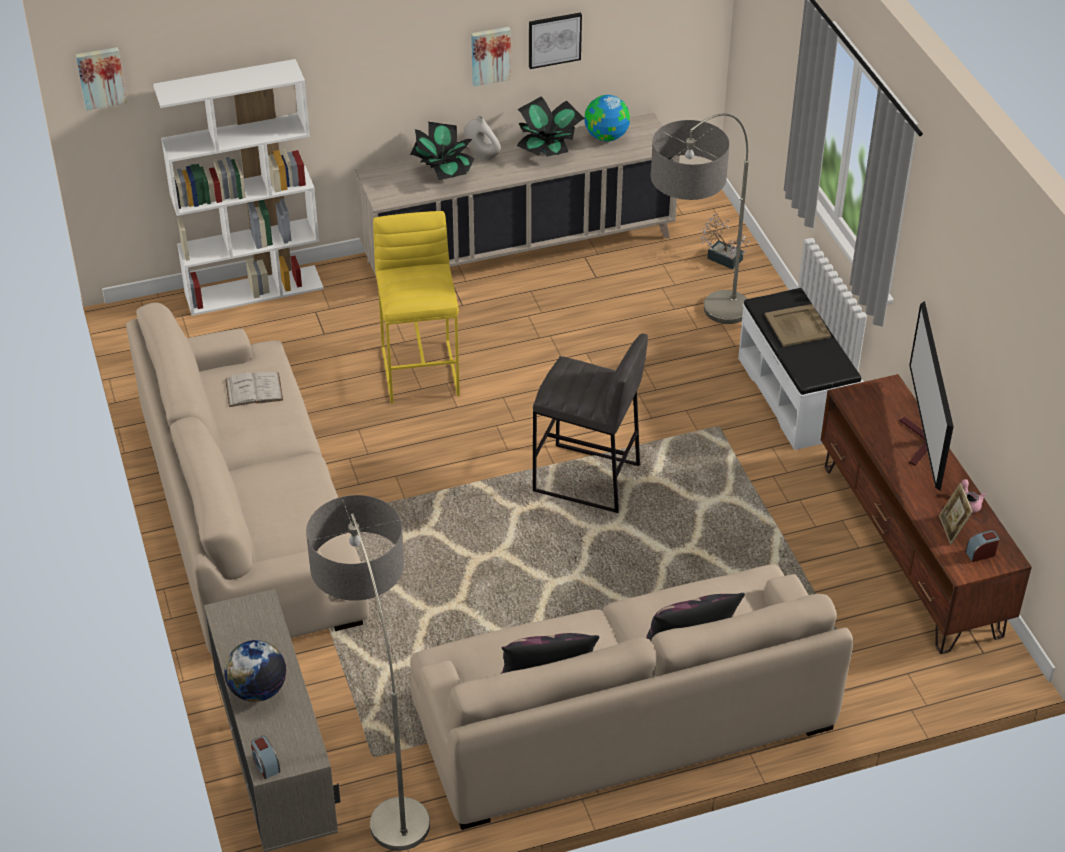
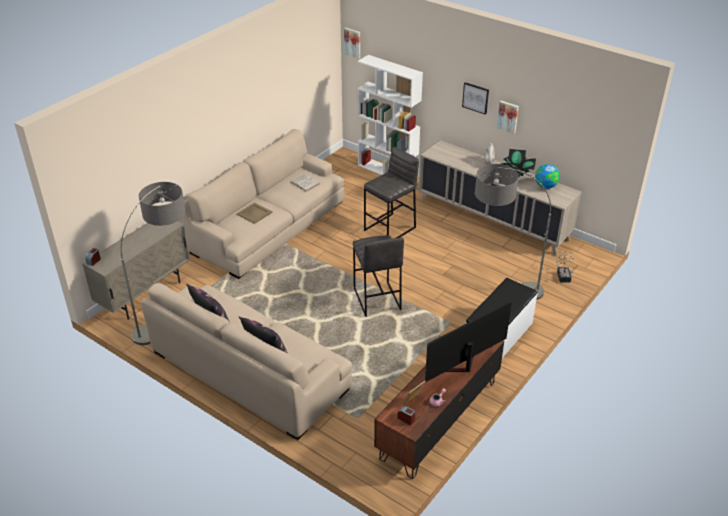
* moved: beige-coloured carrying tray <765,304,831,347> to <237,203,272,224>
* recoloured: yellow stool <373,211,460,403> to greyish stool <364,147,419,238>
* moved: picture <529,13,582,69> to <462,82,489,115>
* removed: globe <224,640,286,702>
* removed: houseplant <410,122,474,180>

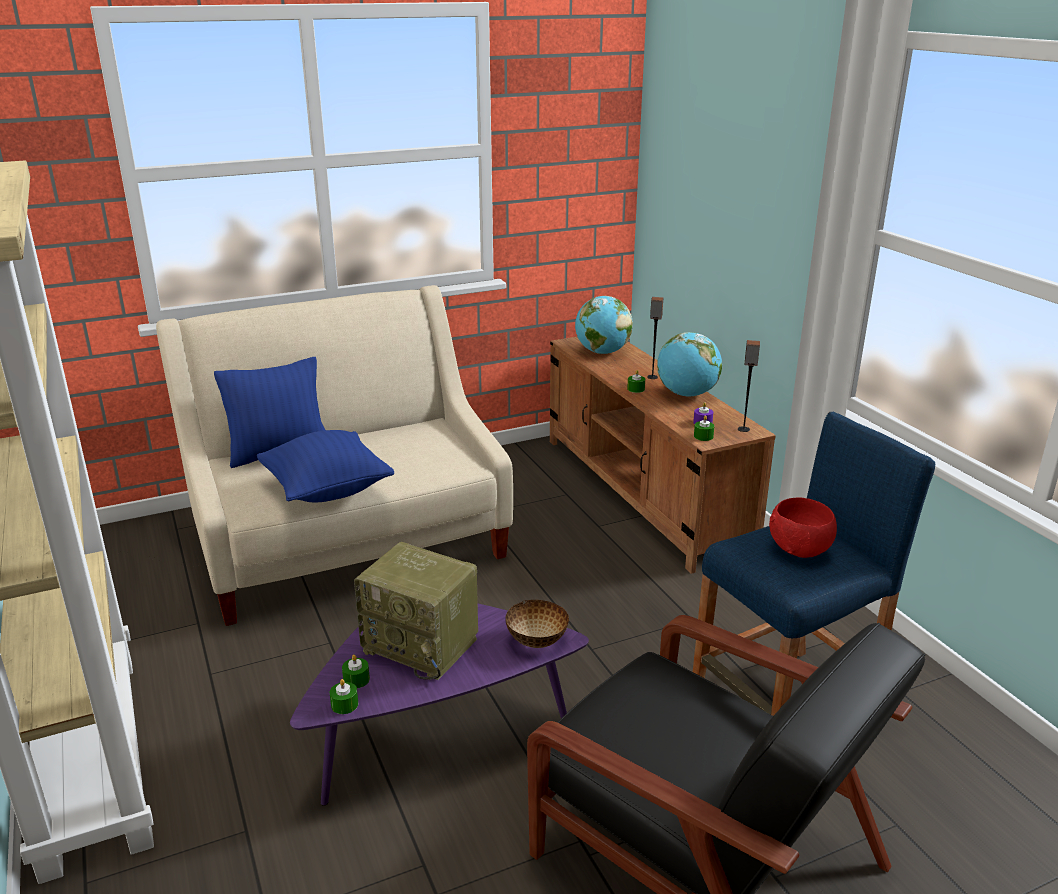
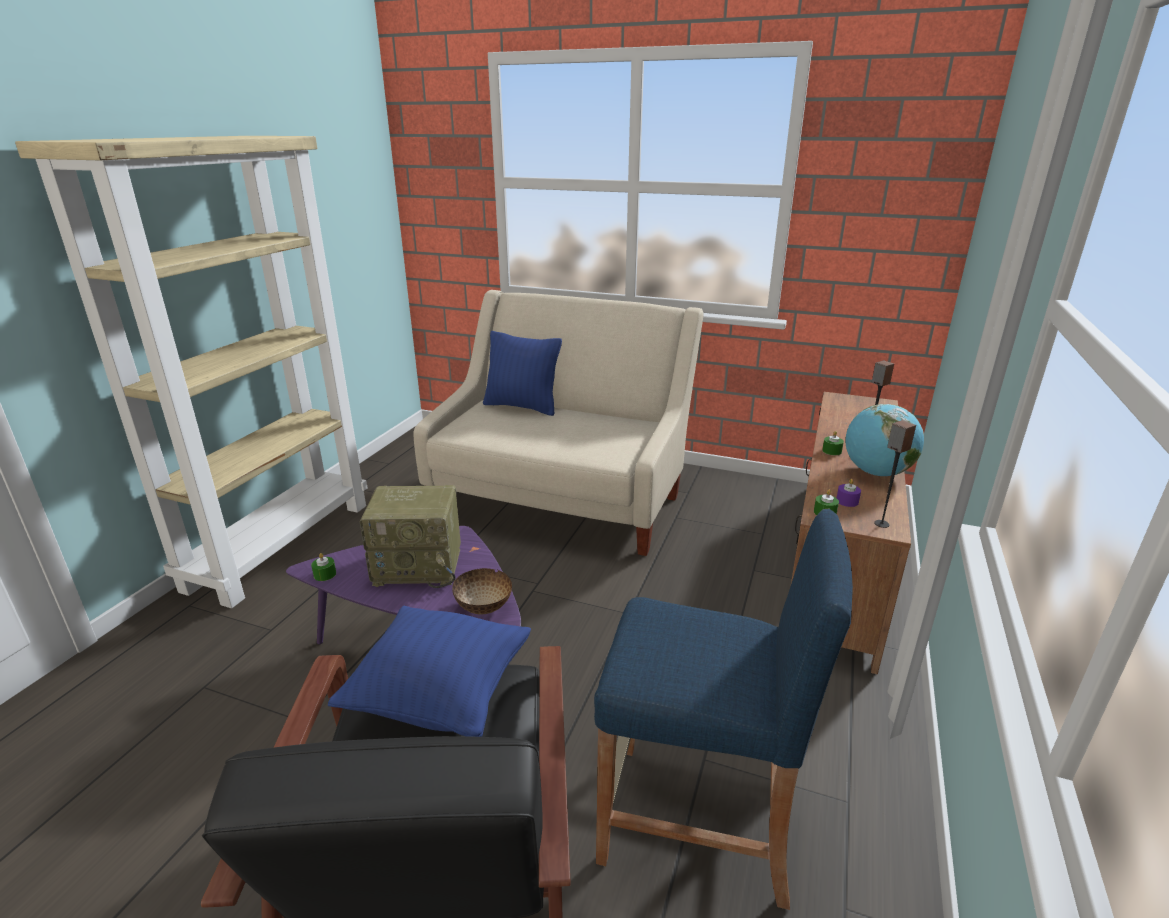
* moved: blue-coloured pillow <257,430,394,502> to <328,606,531,737>
* turned: radio <354,542,478,680> = <359,485,461,588> 75 degrees counterclockwise
* removed: green-coloured wax candle <342,655,370,688>
* removed: globe <575,296,633,354>
* removed: reddish serving bowl <769,497,837,558>

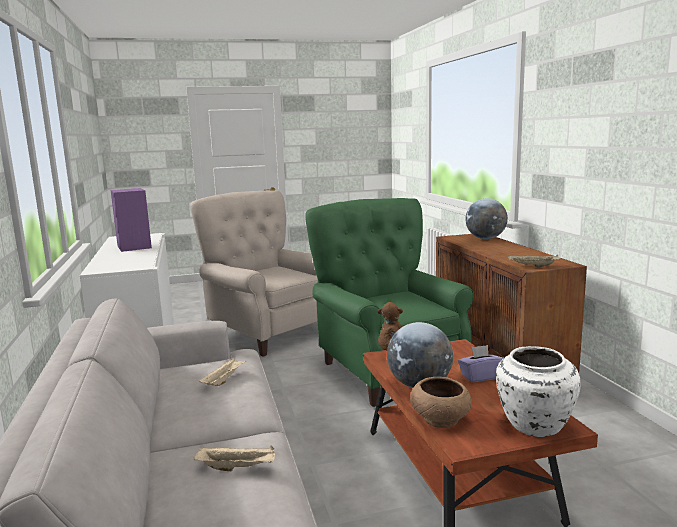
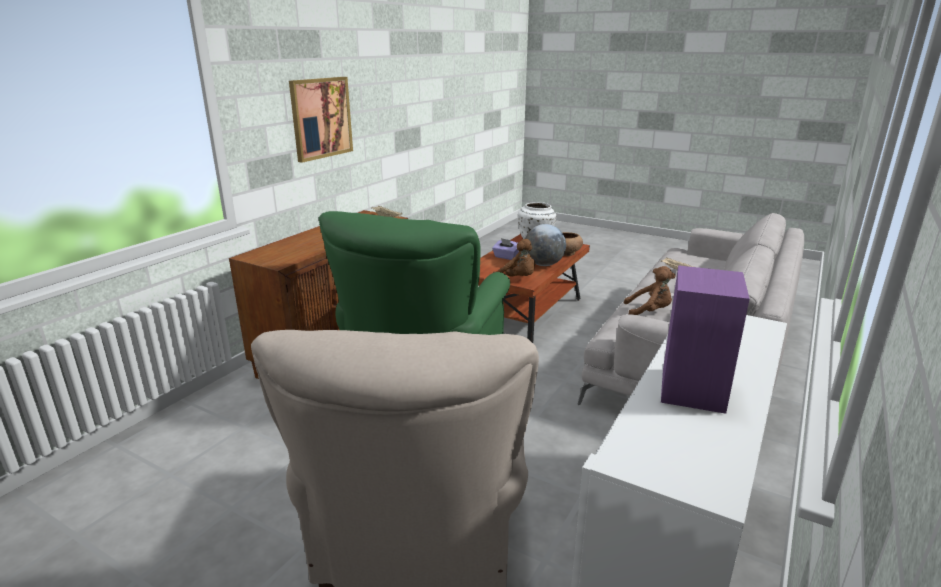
* added: picture <289,77,353,163>
* replaced: beige-coloured carrying tray <199,358,246,386> to brown-coloured cuddly toy <624,266,676,315>
* removed: globe <465,198,508,239>

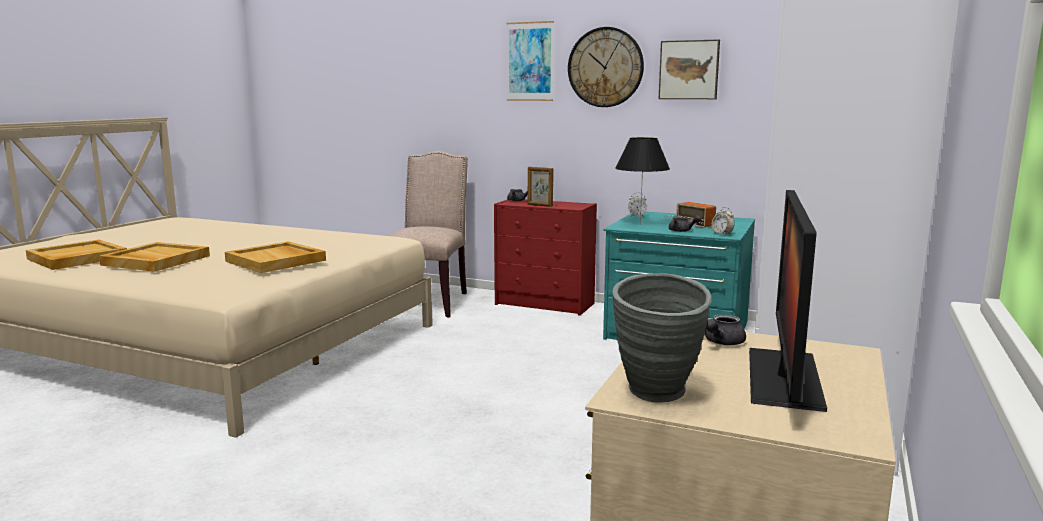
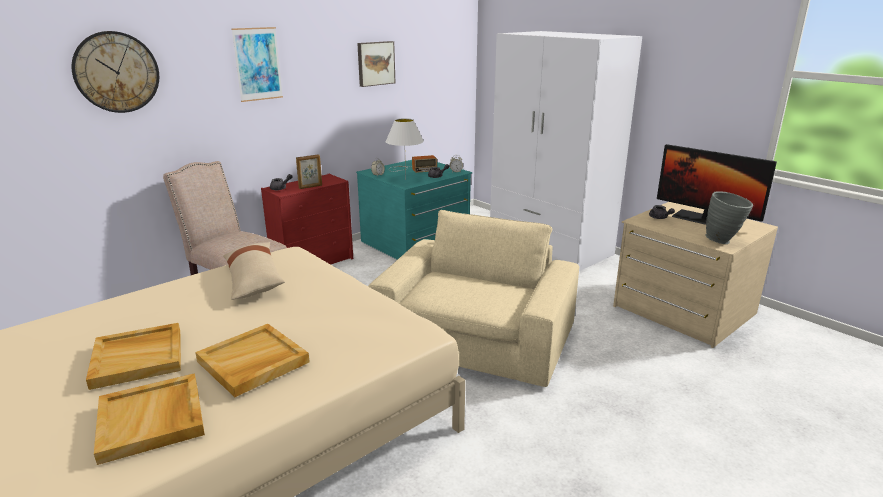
* moved: clock on the wall <568,27,644,107> to <71,31,159,113>
* moved: beige-coloured carrying tray <225,241,326,273> to <86,323,181,390>
* added: beige-coloured pillow <223,242,285,300>
* added: beige-coloured easy chair <368,210,579,387>
* recoloured: black lamp for a table <615,137,670,225> to whitish lamp for a table <385,118,424,180>

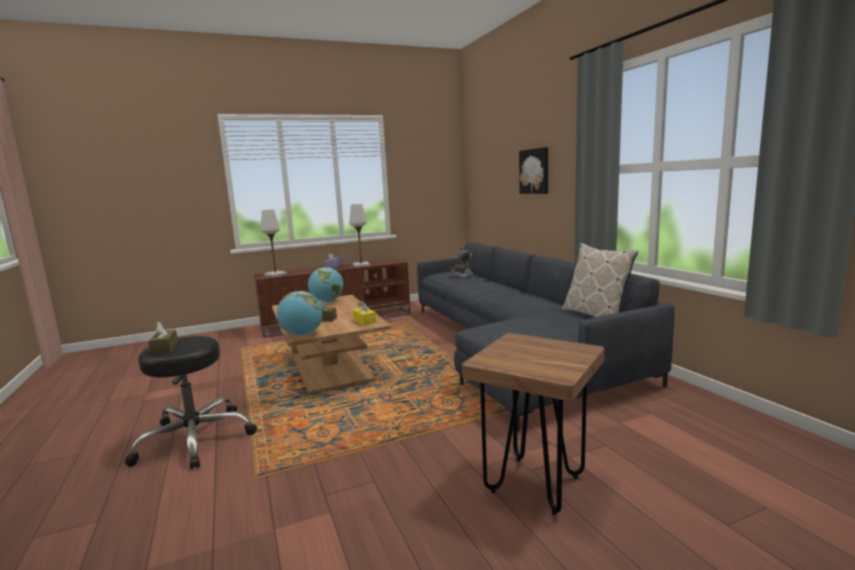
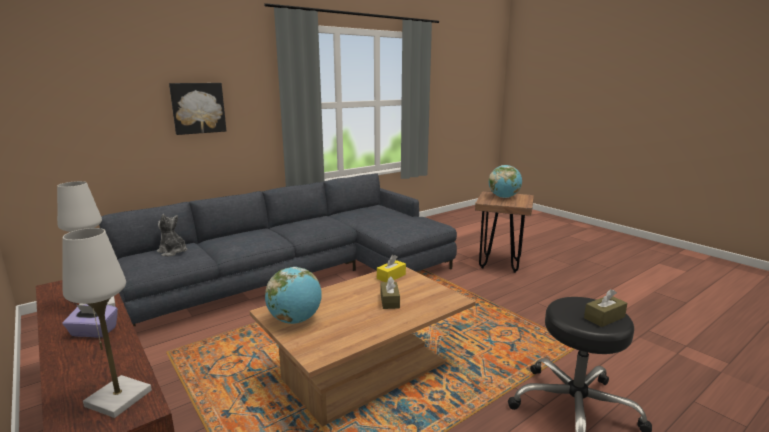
* moved: globe <277,291,323,336> to <489,165,522,198>
* removed: pillow <562,243,638,317>

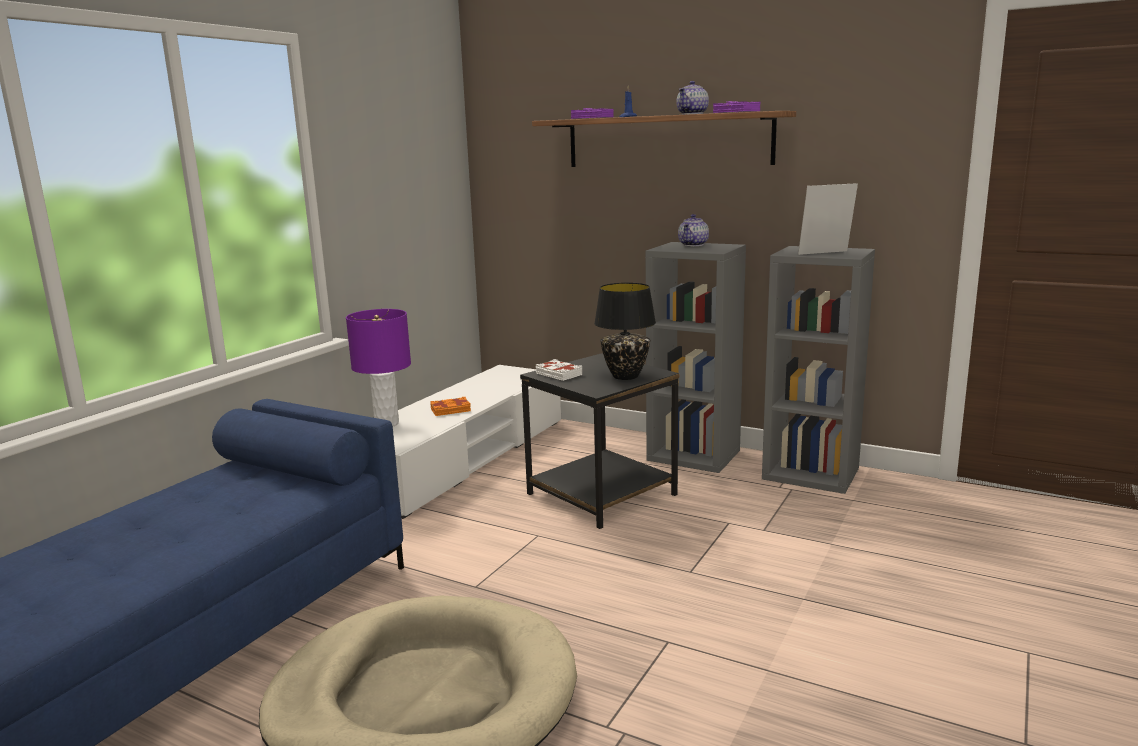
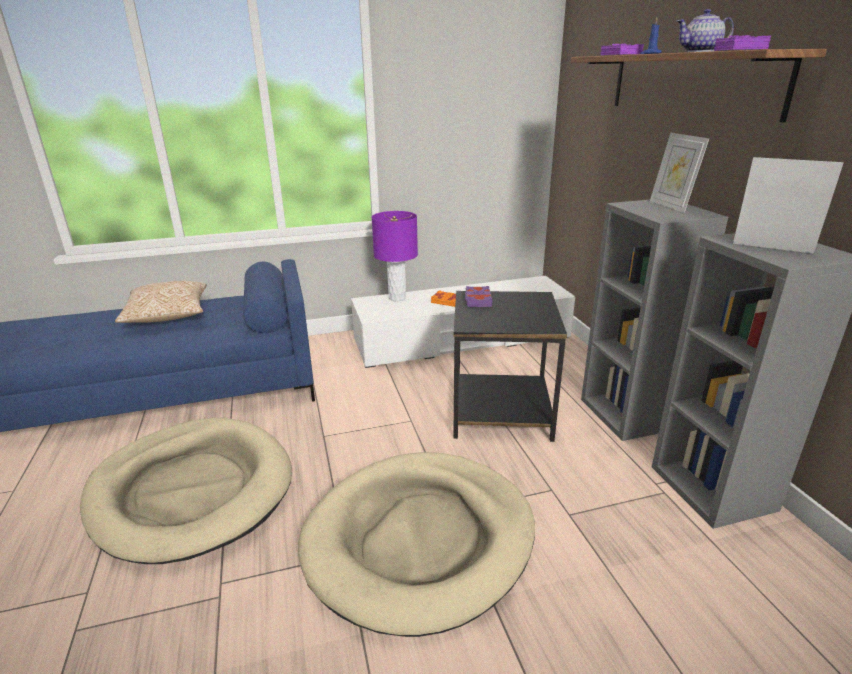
* added: pillow <115,281,207,323>
* added: beige-coloured dog bed <298,452,535,637>
* recoloured: whitish book <535,359,582,381> to purple-coloured book <465,286,492,307>
* replaced: teapot <678,214,709,246> to picture frame <650,133,709,213>
* removed: black lamp for a table <594,283,656,380>

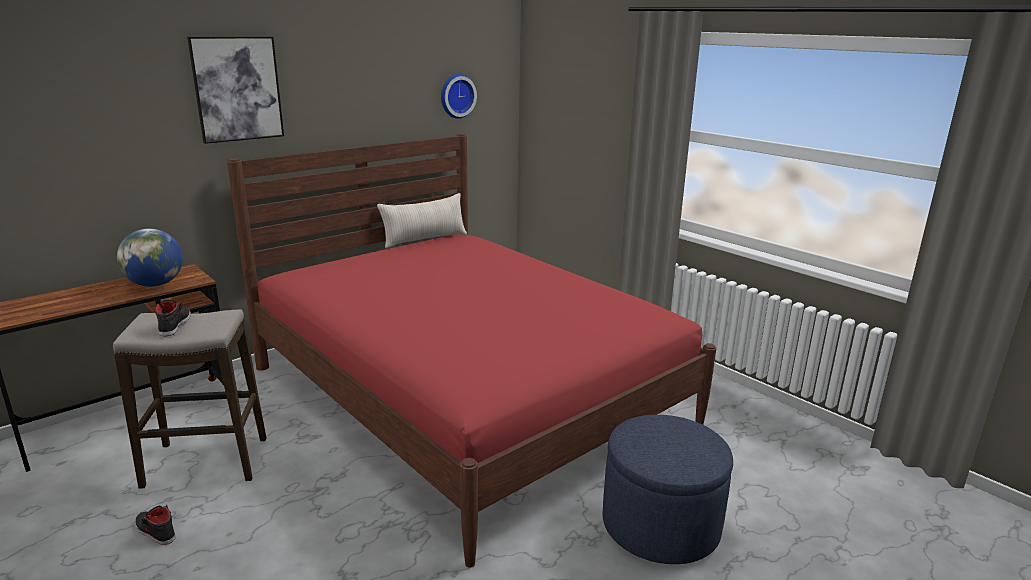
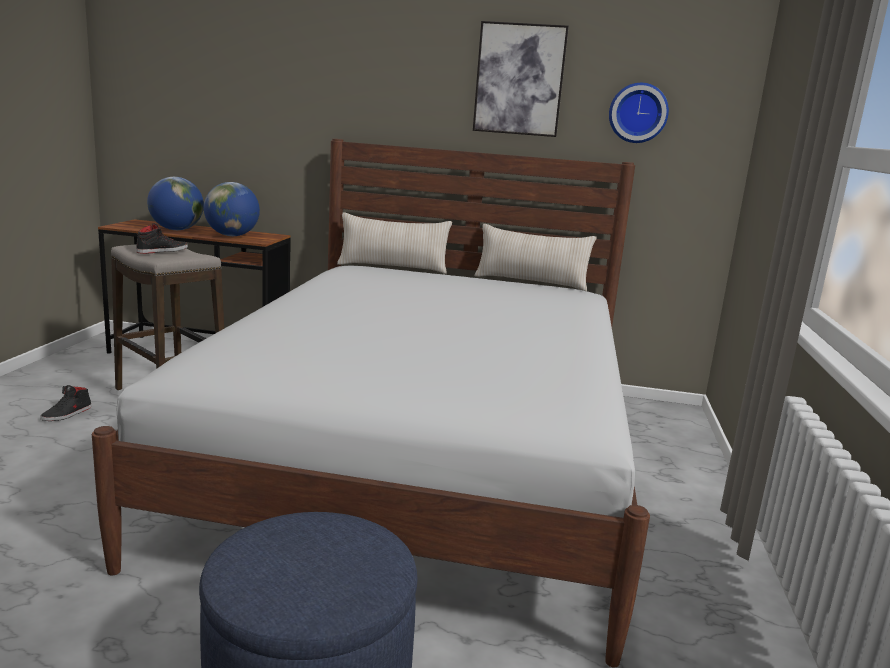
* turned: black low shoe <135,505,176,545> = <41,385,92,421> 150 degrees counterclockwise
* recoloured: reddish bed <227,133,716,567> to whitish bed <92,139,650,668>
* added: globe <147,177,204,230>
* added: beige-coloured pillow <337,212,452,274>
* moved: picture <187,36,284,144> to <473,21,569,137>

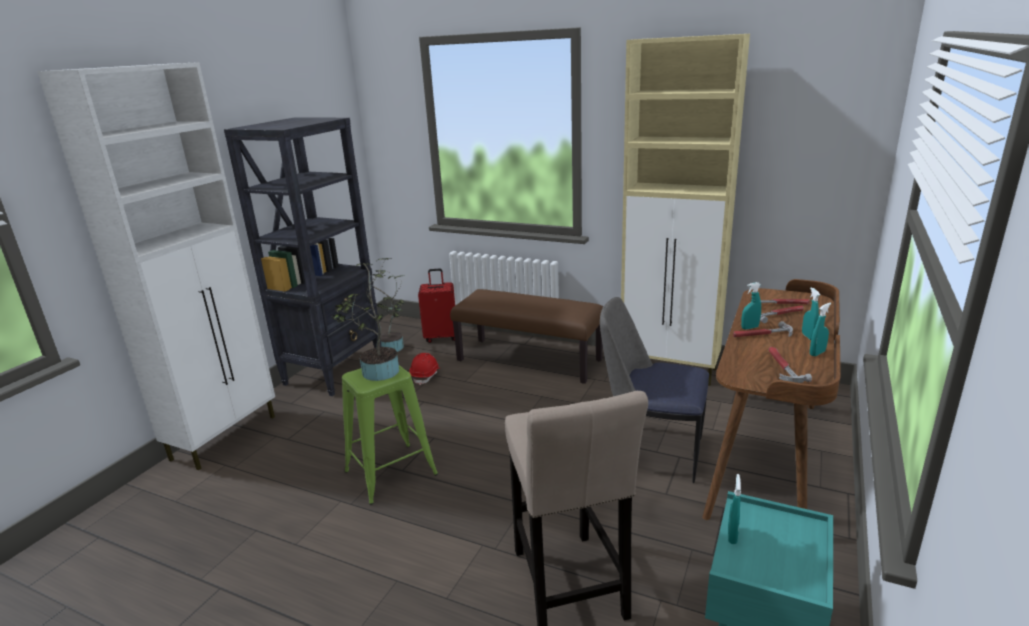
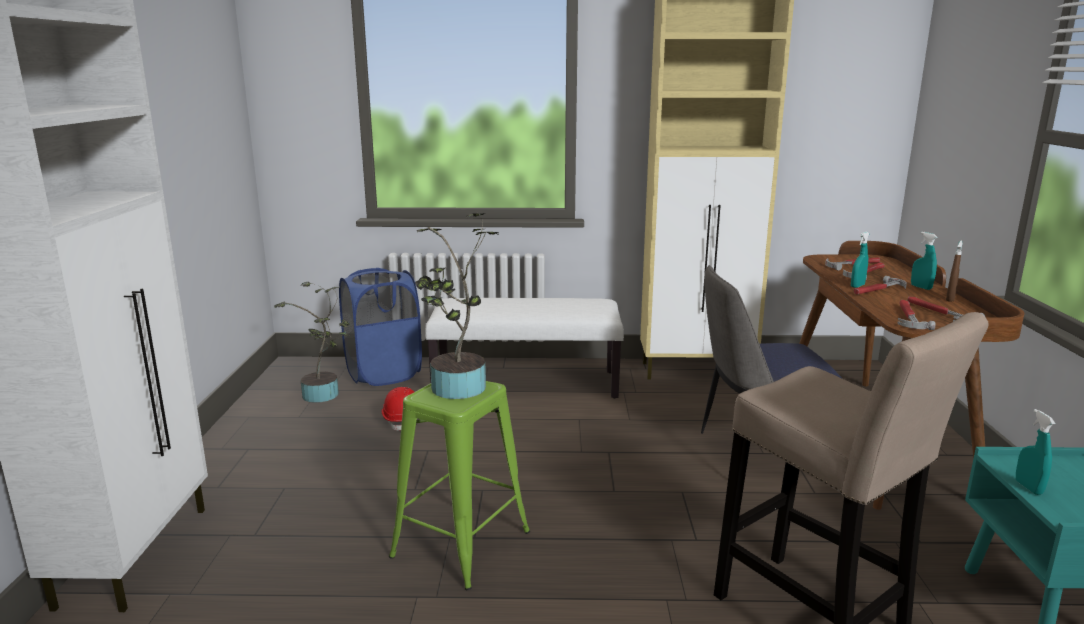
* replaced: reddish travel case <418,269,455,343> to blue-coloured hamper <339,268,422,386>
* recoloured: brown-coloured indoor bench <450,289,603,384> to whitish indoor bench <425,298,624,398>
* added: tool hammer <897,300,935,330>
* recoloured: turquoise-coloured hand sprayer <810,303,831,356> to brown-coloured hand sprayer <946,241,963,302>
* removed: black bookcase <224,118,381,396>

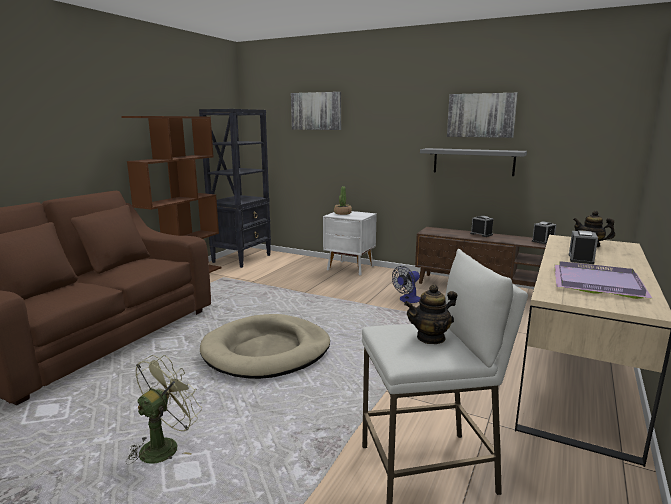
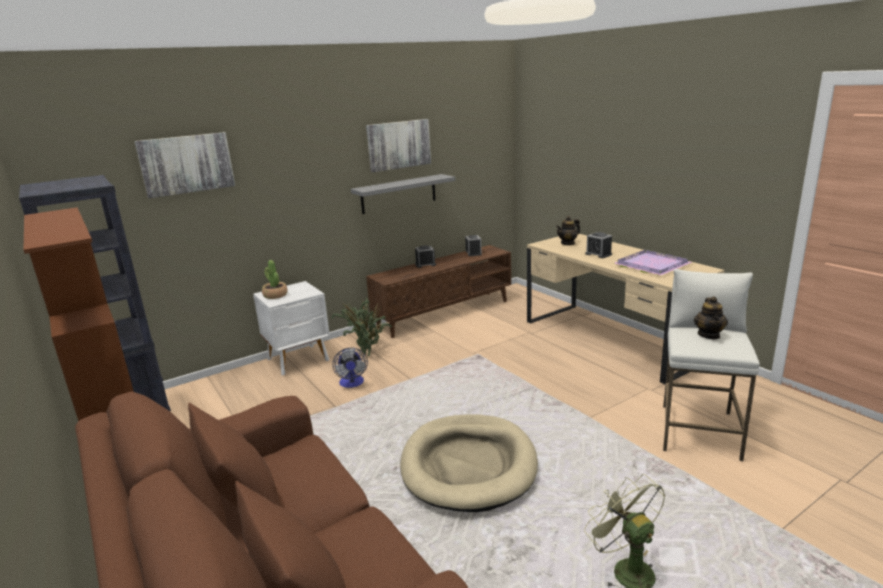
* added: houseplant <332,297,392,356>
* moved: fan <392,266,420,303> to <332,347,368,388>

